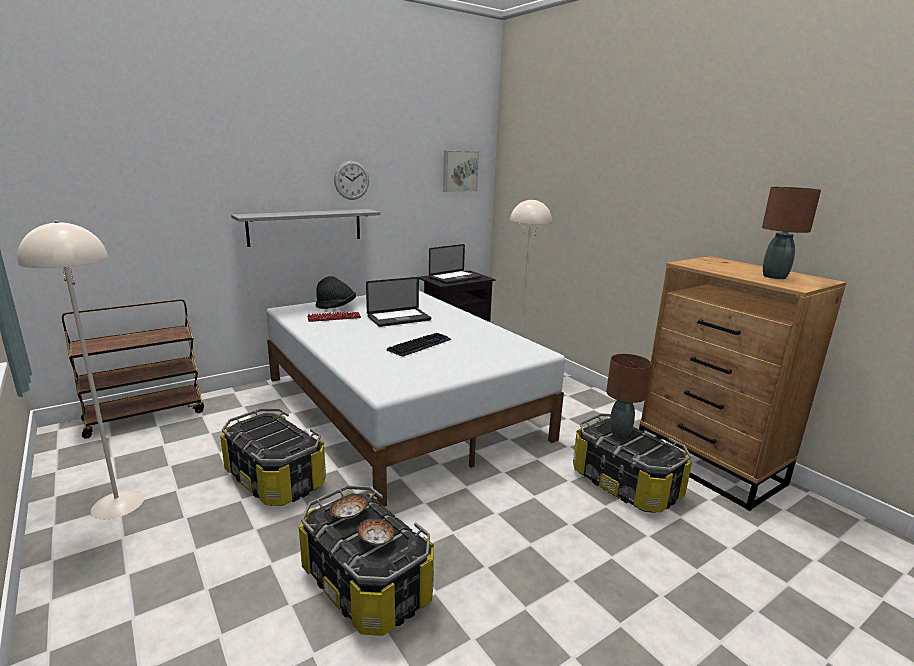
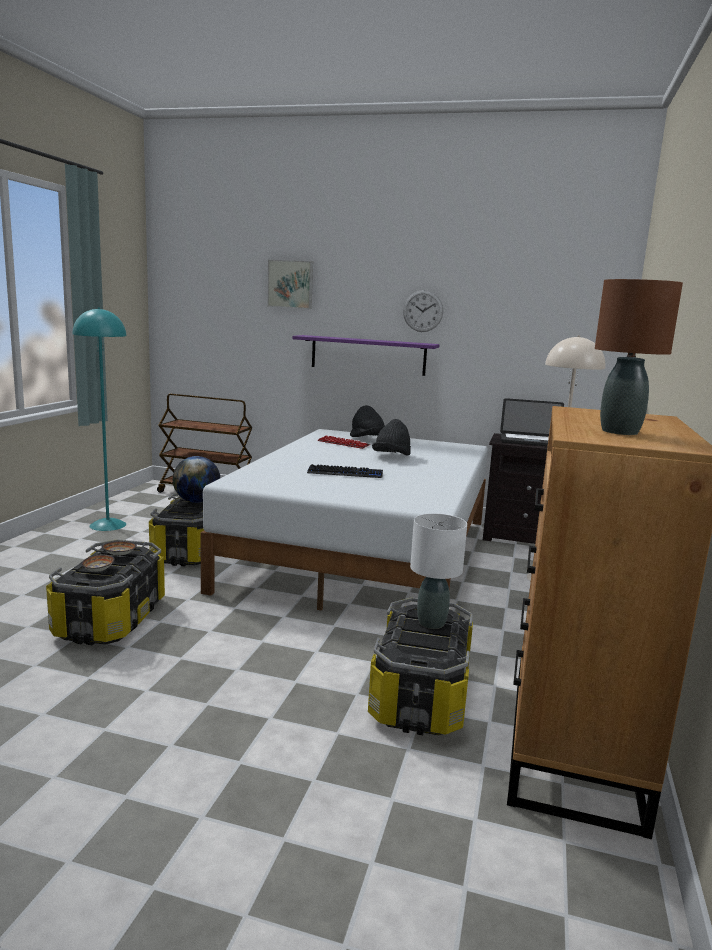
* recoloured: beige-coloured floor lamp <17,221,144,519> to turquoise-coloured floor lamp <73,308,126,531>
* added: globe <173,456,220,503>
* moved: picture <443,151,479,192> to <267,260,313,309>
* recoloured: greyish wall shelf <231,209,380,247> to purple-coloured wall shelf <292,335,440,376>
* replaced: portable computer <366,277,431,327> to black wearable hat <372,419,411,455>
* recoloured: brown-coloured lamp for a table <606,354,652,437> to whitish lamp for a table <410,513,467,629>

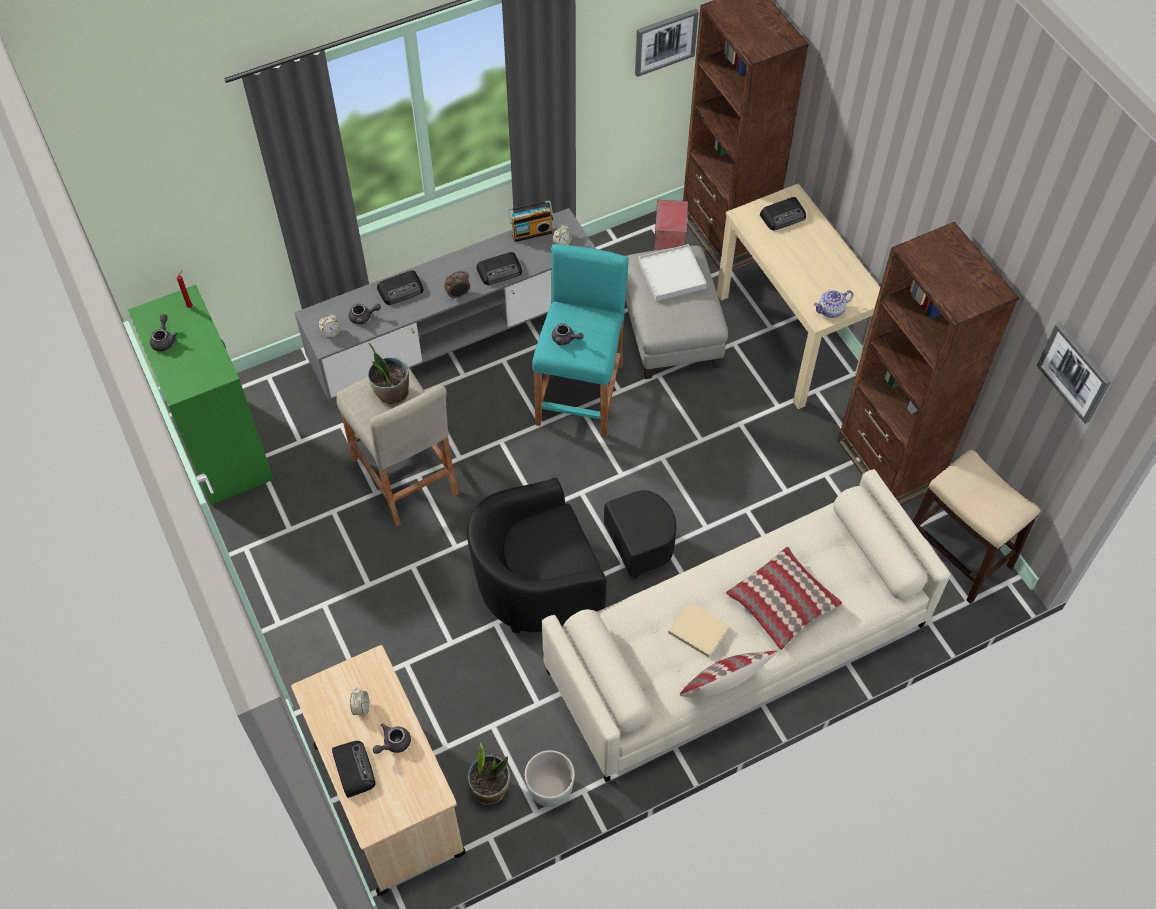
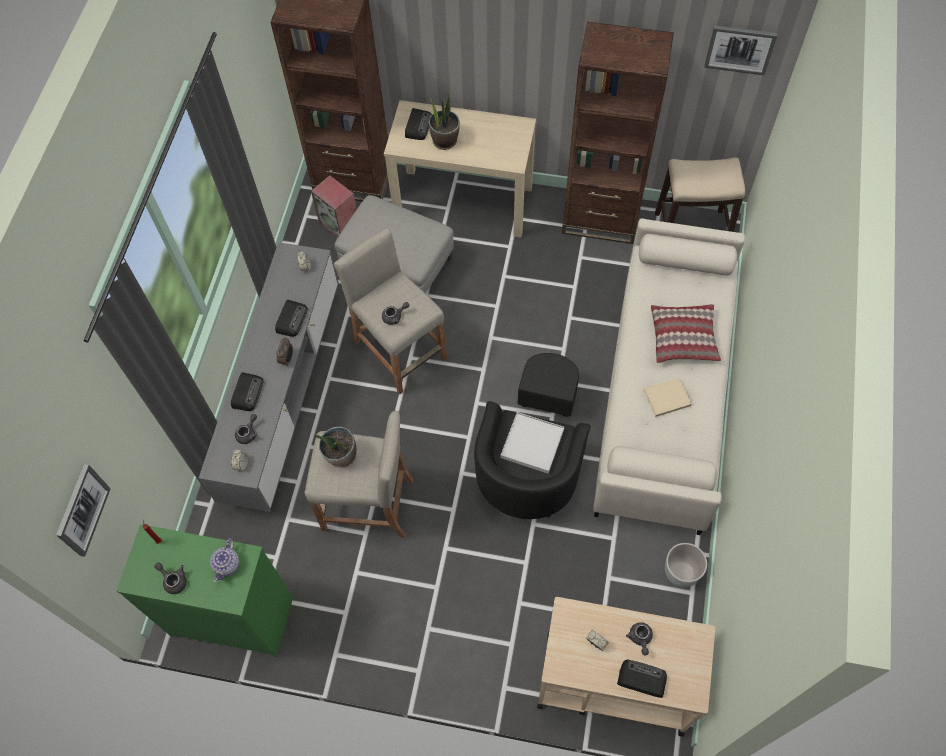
* moved: picture <635,9,699,77> to <56,464,111,557>
* moved: teapot <814,290,853,318> to <210,538,240,582>
* recoloured: turquoise-coloured stool <532,244,629,438> to beige-coloured stool <334,228,447,394>
* moved: houseplant <467,743,510,805> to <429,92,460,150>
* moved: whitish carrying tray <638,244,707,301> to <501,412,564,474>
* removed: radio <507,201,553,242>
* removed: pillow <680,651,778,698>

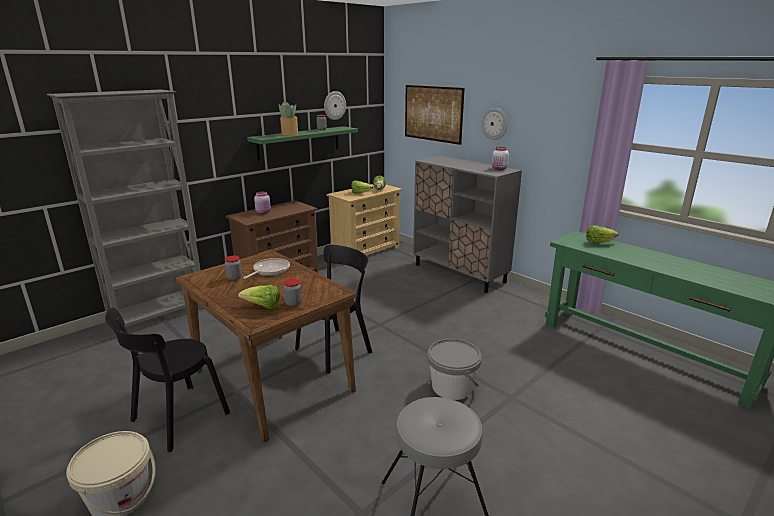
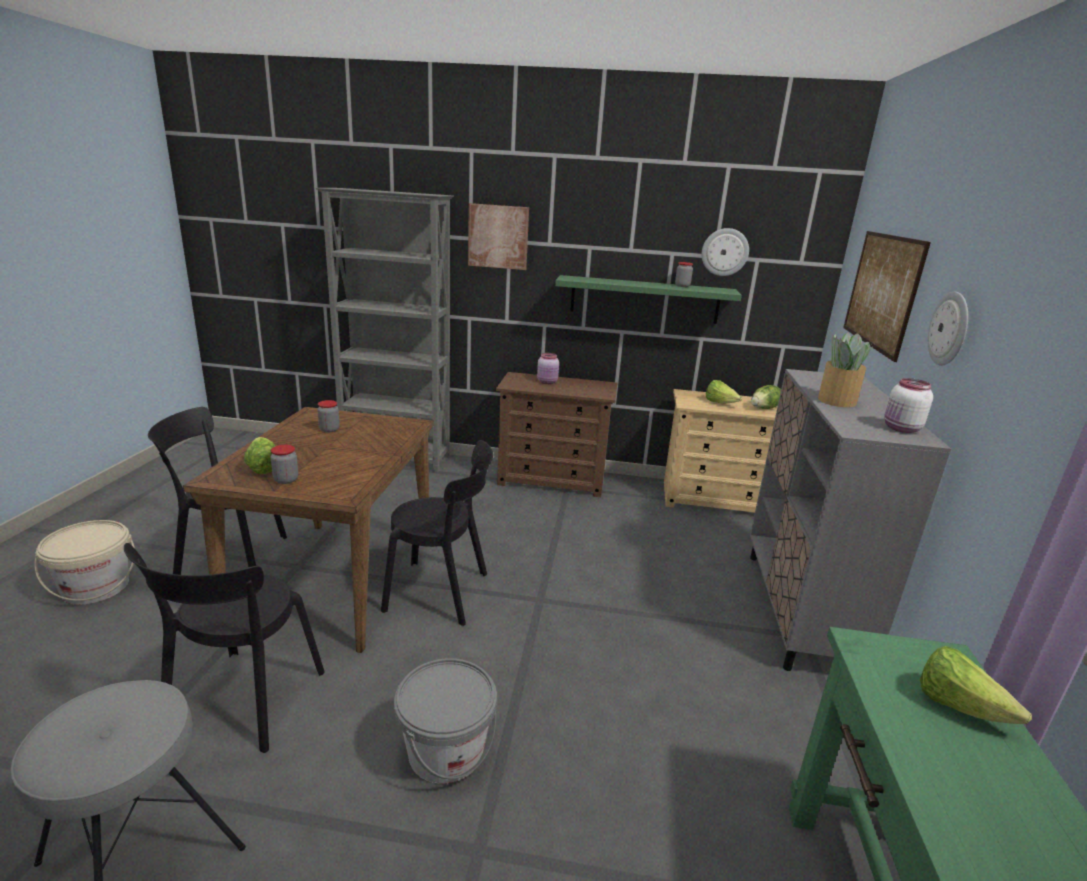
* added: black chair <124,543,325,753>
* added: picture <468,203,529,270>
* moved: houseplant <279,102,298,136> to <818,332,874,407>
* removed: pan <243,258,290,279>

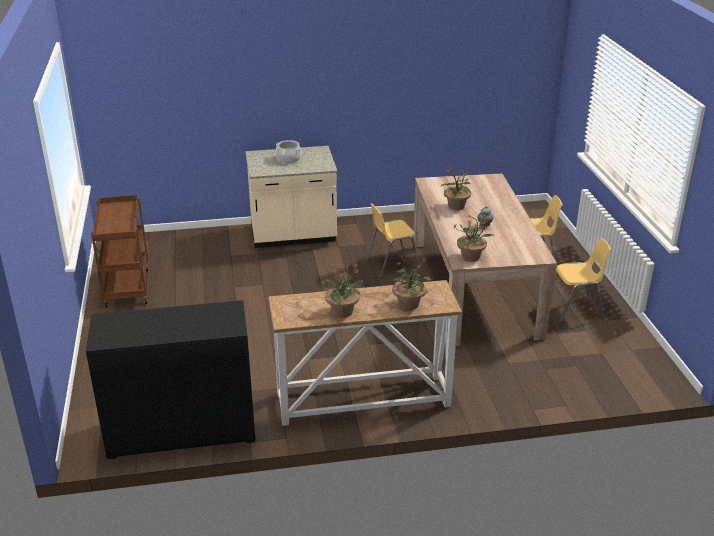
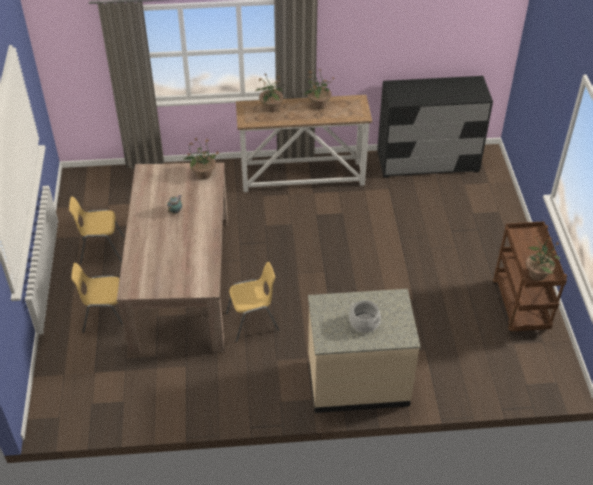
* moved: houseplant <440,166,472,210> to <526,236,560,281>

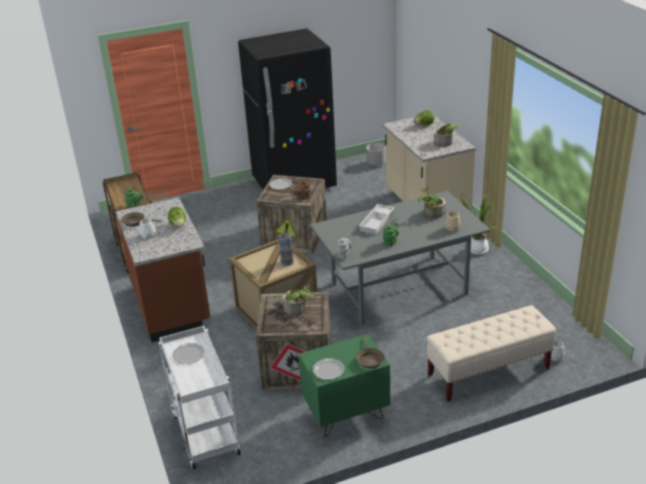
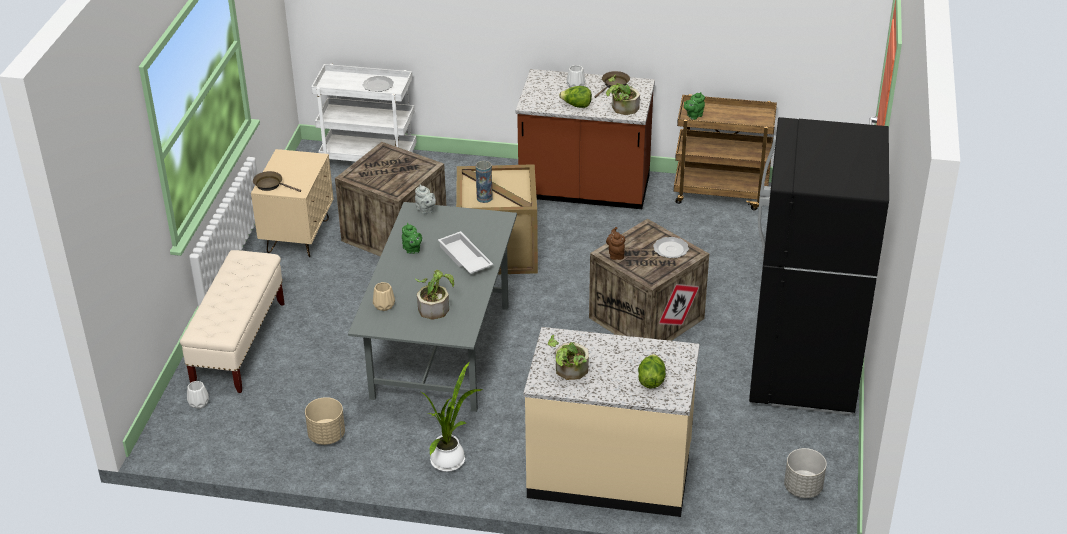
* recoloured: green-coloured nightstand <298,334,390,437> to beige-coloured nightstand <251,149,333,257>
* added: beige-coloured plant pot <305,397,345,445>
* moved: houseplant <283,285,315,316> to <606,75,640,115>
* removed: flat dish <313,358,345,380>

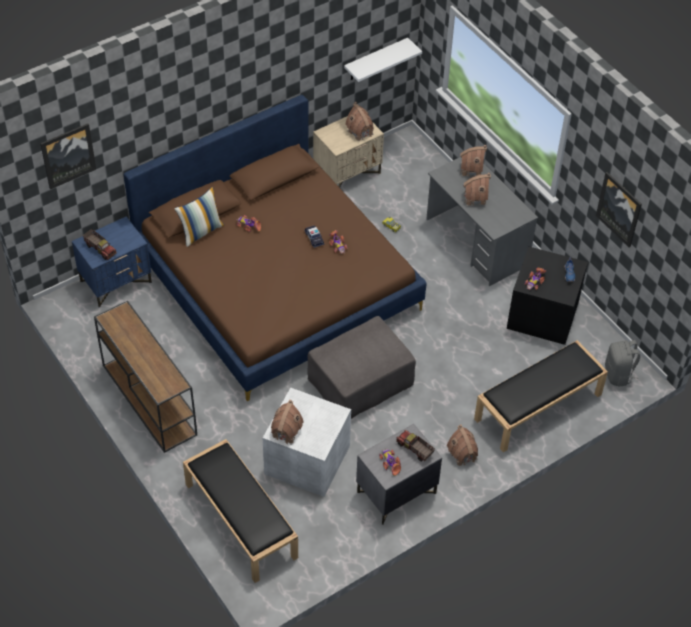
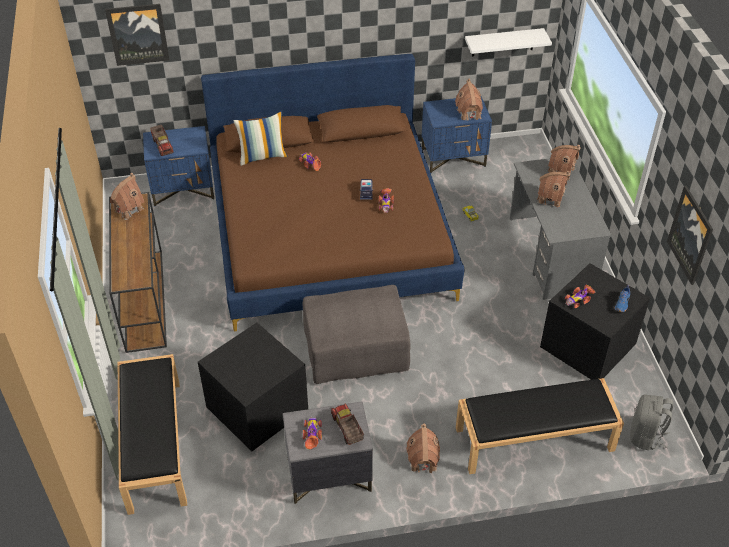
* moved: toy house <271,400,304,445> to <110,173,144,220>
* recoloured: whitish storage bin <263,388,351,497> to black storage bin <198,323,308,451>
* recoloured: beige-coloured nightstand <313,116,384,188> to blue-coloured nightstand <422,97,492,173>

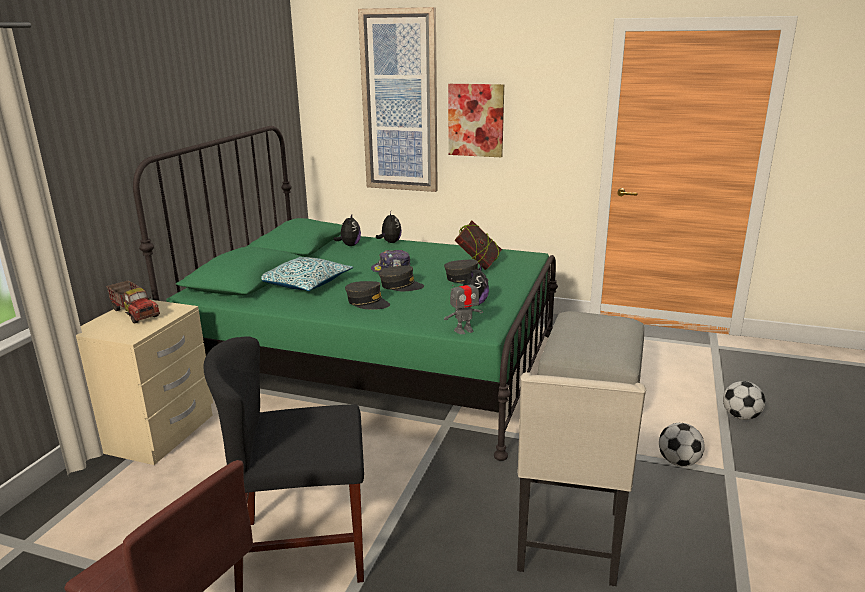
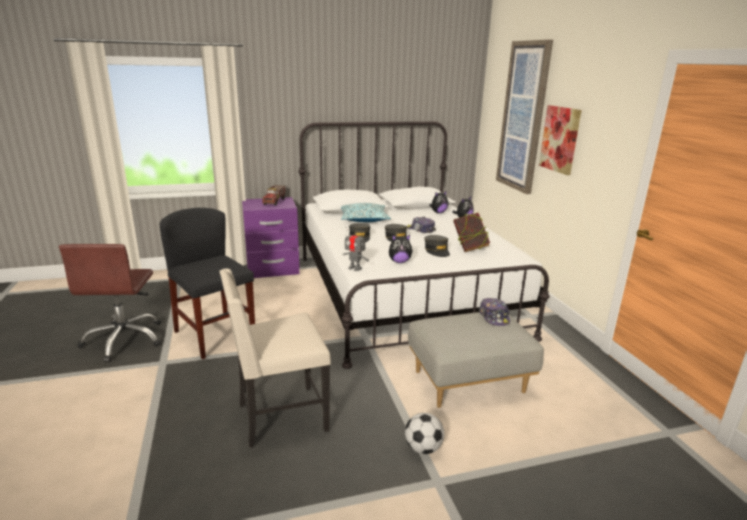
* recoloured: beige-coloured nightstand <76,300,213,465> to purple-coloured nightstand <242,197,299,278>
* recoloured: green-coloured bed <133,126,558,461> to whitish bed <298,121,550,369>
* added: cap <479,298,510,326>
* removed: ball for football <723,381,765,420>

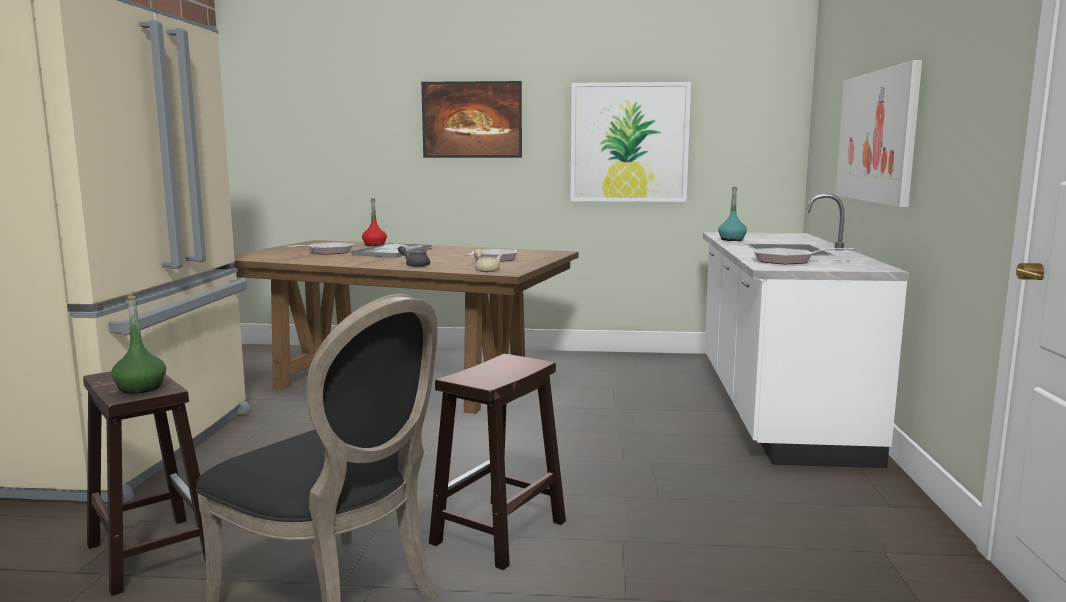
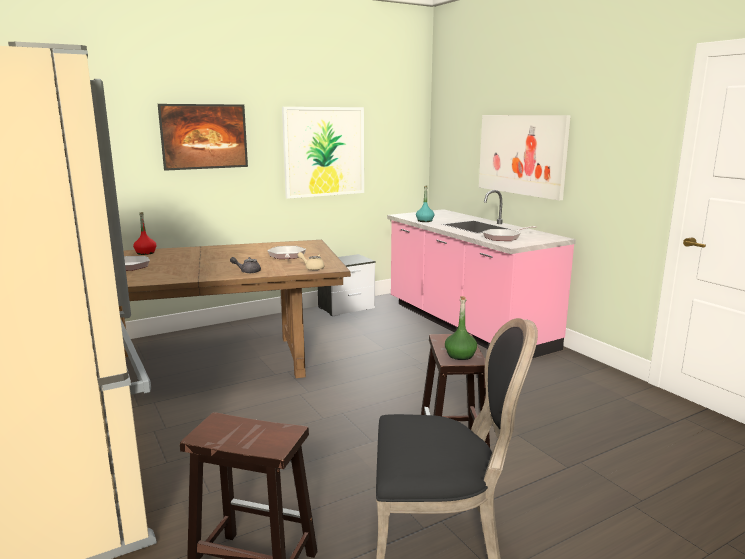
* added: nightstand <318,254,375,316>
* recoloured: whitish kitchen base unit <703,194,909,468> to pink-coloured kitchen base unit <387,190,576,358>
* moved: green-coloured bottle <111,296,166,394> to <445,296,477,360>
* removed: carrying tray <351,243,432,258>

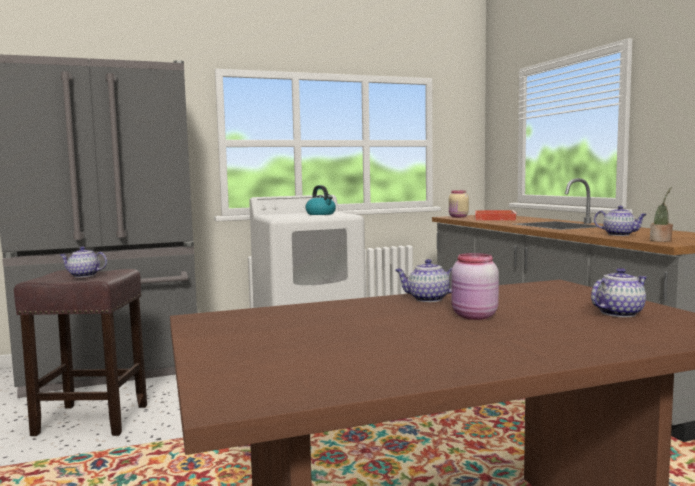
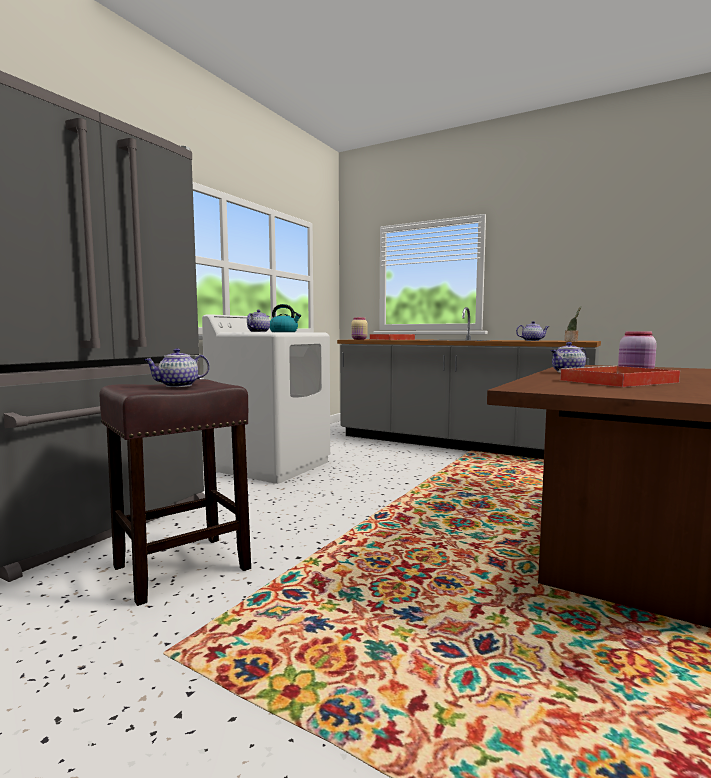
* moved: teapot <591,268,647,317> to <247,310,270,332>
* added: reddish carrying tray <558,366,680,387>

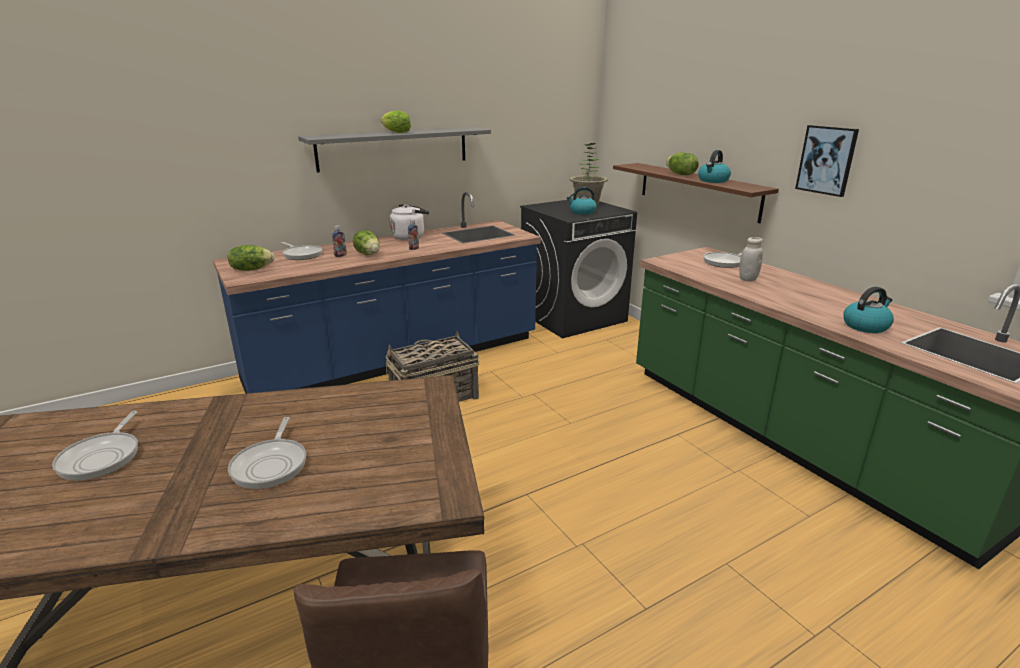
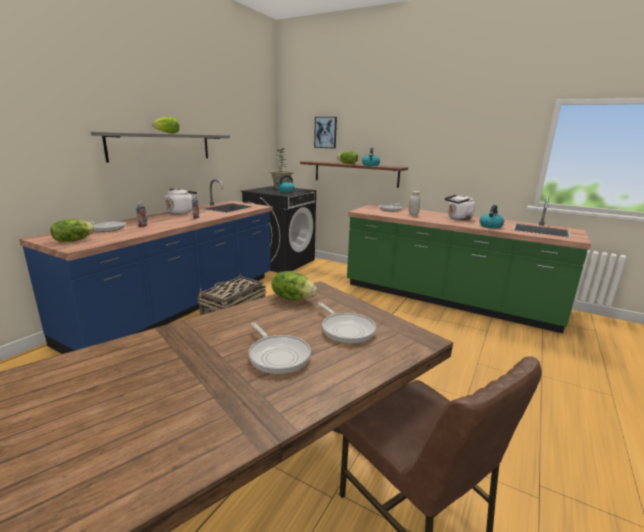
* moved: lettuce <353,231,380,255> to <272,271,317,300>
* moved: picture <795,125,859,197> to <314,117,337,149>
* moved: pan <52,411,138,481> to <318,302,376,344>
* added: whitish tea kettle <445,195,475,220>

